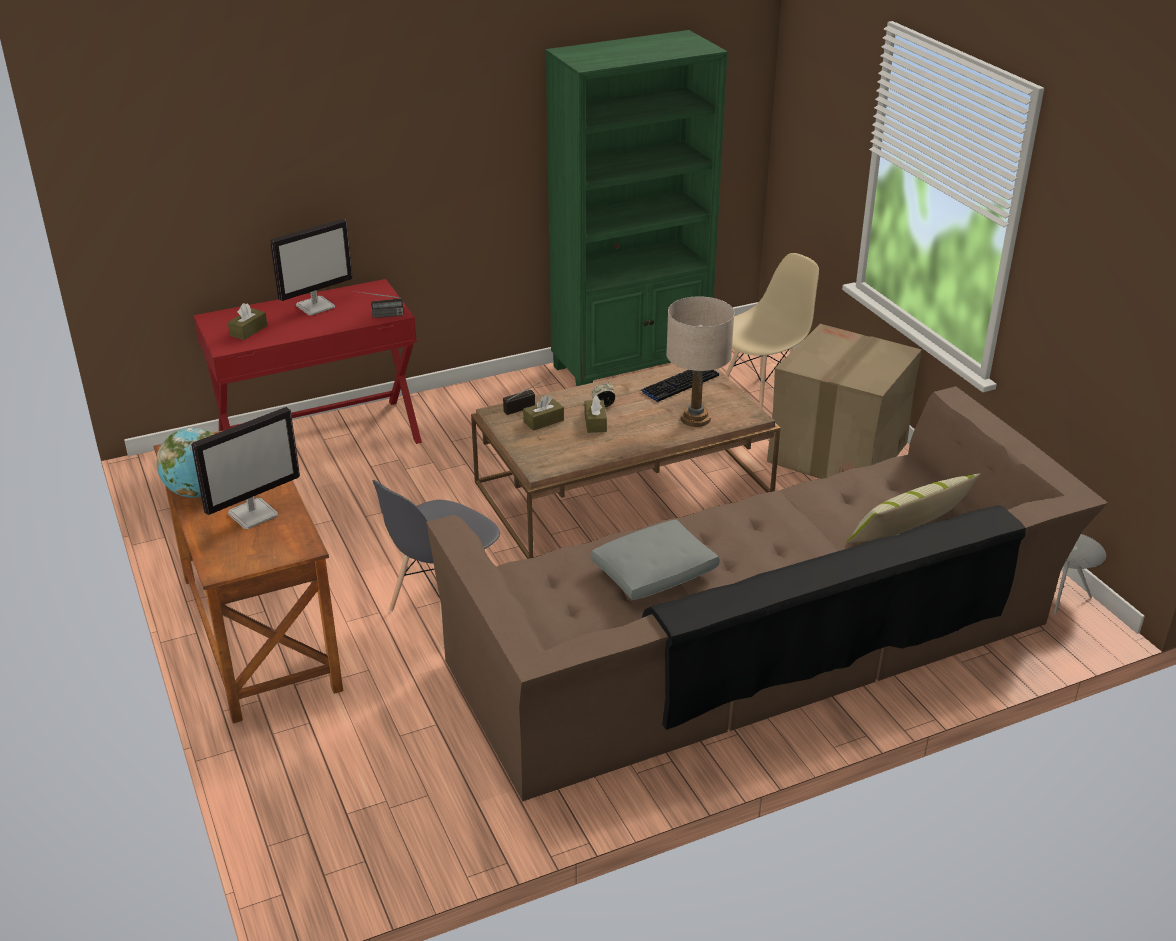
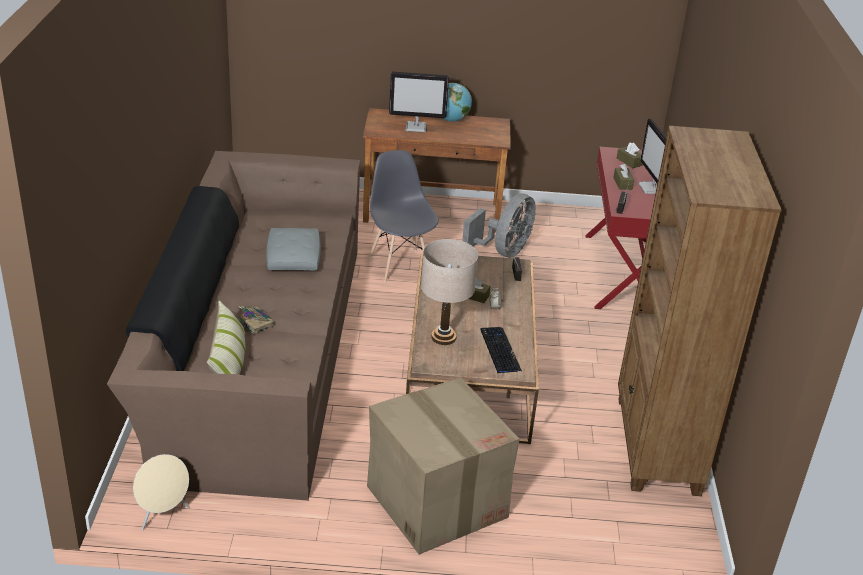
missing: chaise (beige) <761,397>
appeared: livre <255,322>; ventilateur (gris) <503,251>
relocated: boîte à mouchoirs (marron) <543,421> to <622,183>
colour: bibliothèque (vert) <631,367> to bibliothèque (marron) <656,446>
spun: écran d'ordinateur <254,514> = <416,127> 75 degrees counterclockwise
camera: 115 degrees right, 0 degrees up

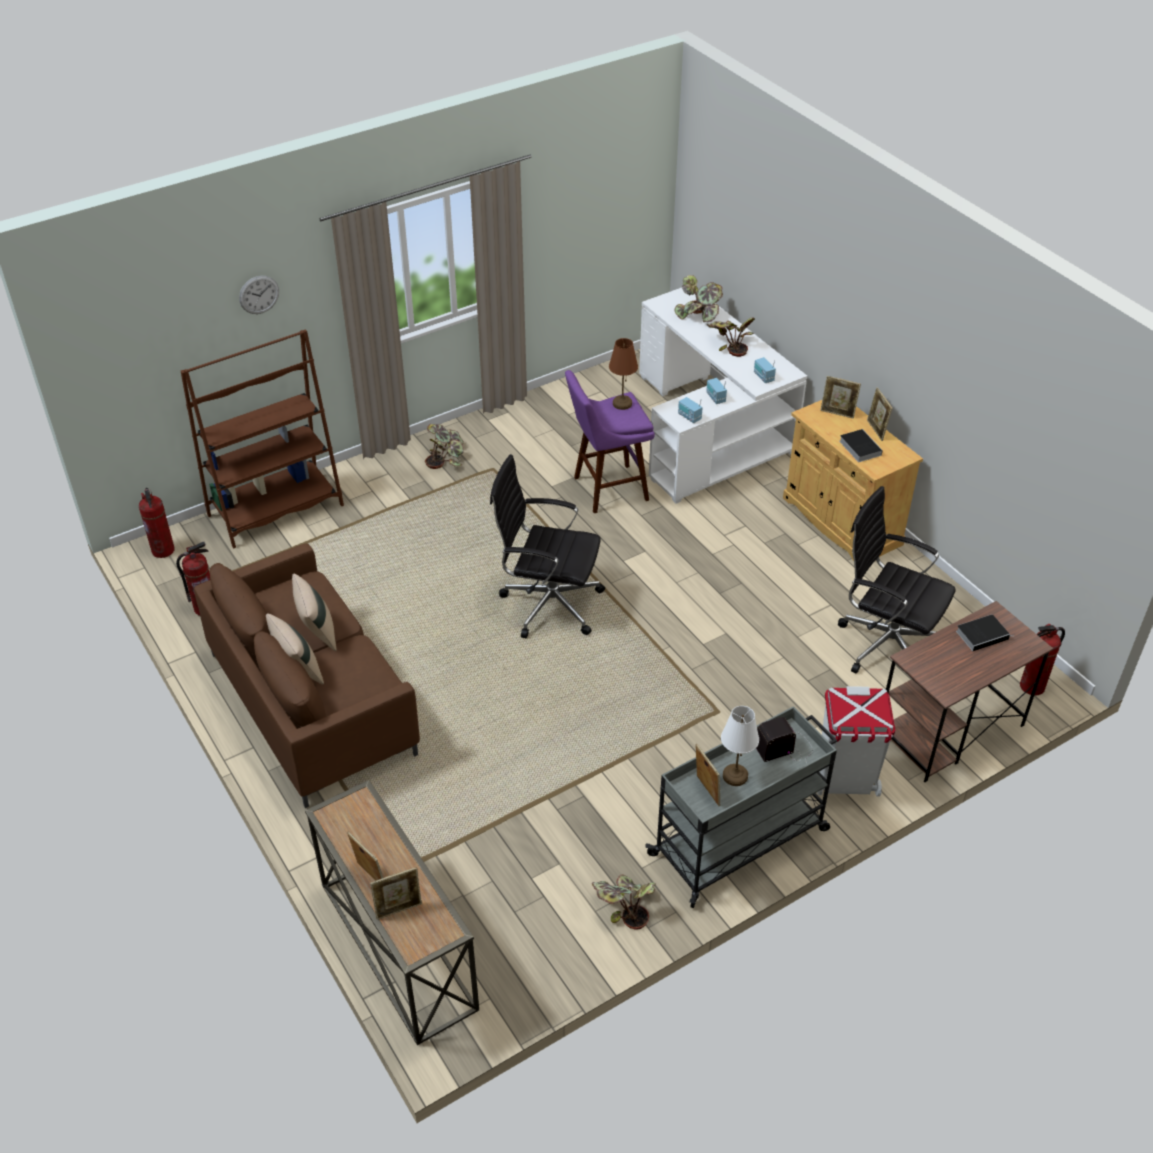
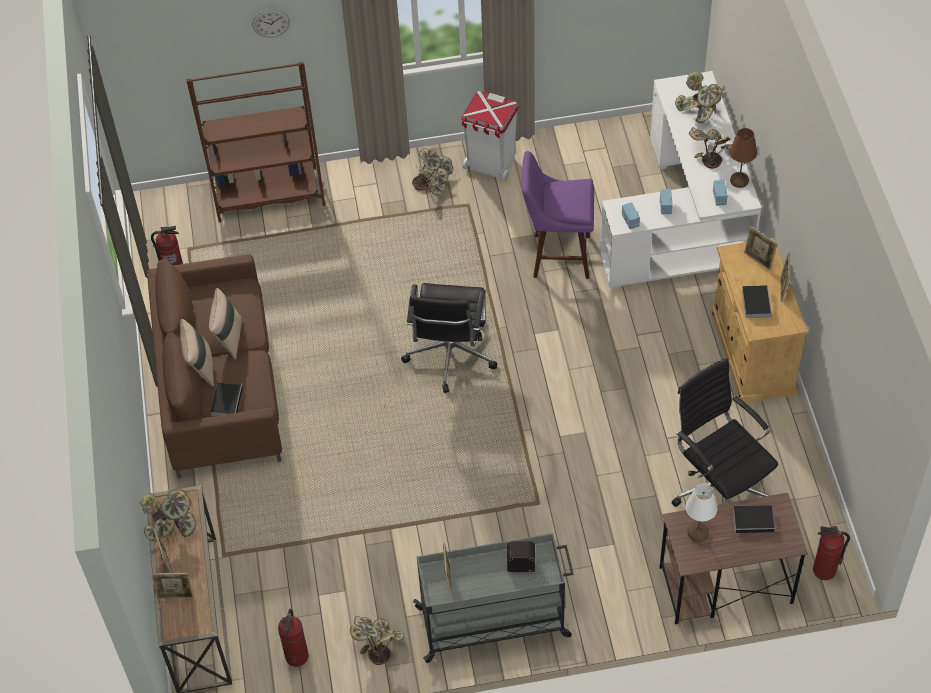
appeared: plante en pot <172,525>; livre <226,400>
relocated: extincteur <163,550> to <297,656>; lampe de table (marron) <622,404> to <739,181>; lampe de table (blanc) <734,776> to <697,532>; poubelle (blanc) <846,779> to <491,165>
spun: chaise de bureau (noir) <548,603> = <450,356> 120 degrees counterclockwise
camera: 25 degrees right, 10 degrees up

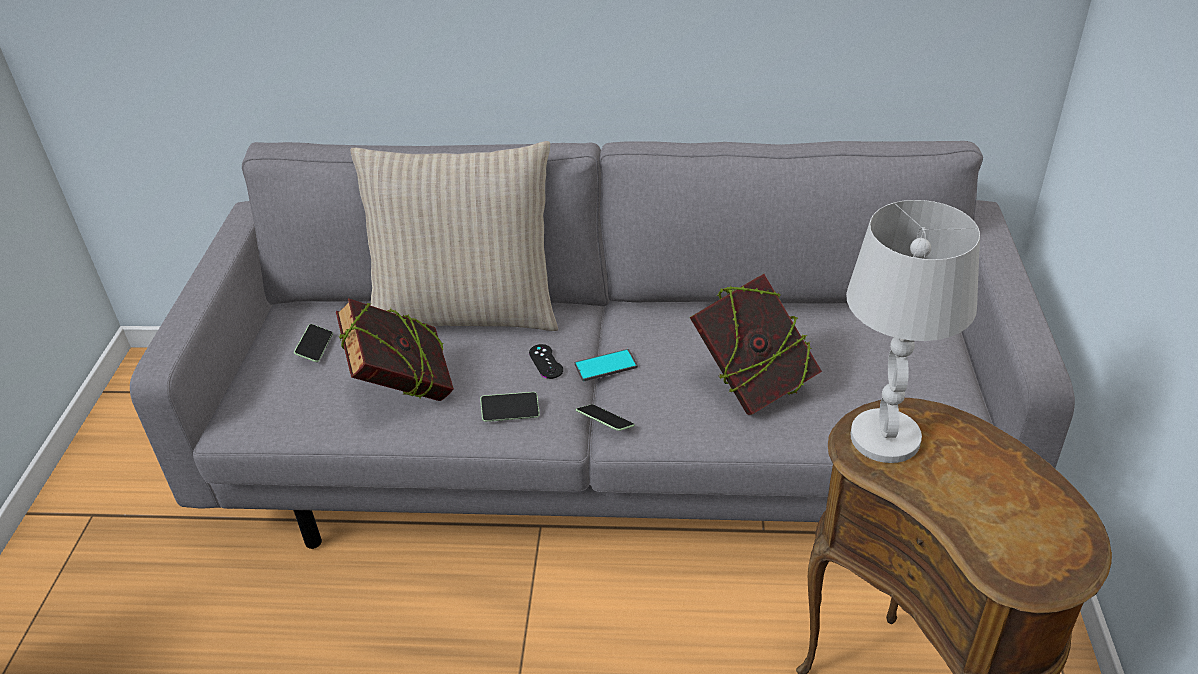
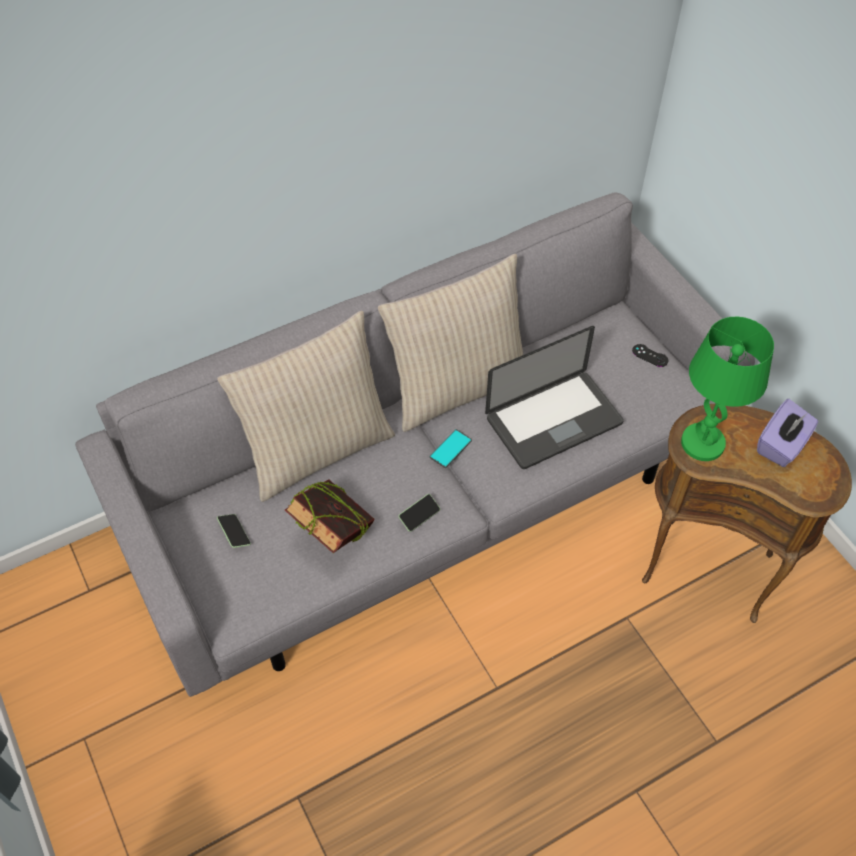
missing: téléphone <605,423>
appeared: coussin (beige) <457,387>; boîte à mouchoirs (violet) <781,445>
relocated: manette (noir) <546,361> to <650,355>
exchanged: livre <752,386> to ordinateur portable <553,421>
colour: lampe de table (blanc) <885,438> to lampe de table (vert) <703,443>
camera: 35 degrees left, 15 degrees up

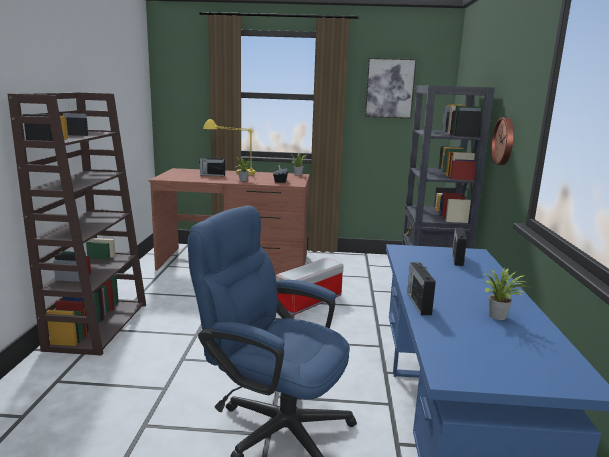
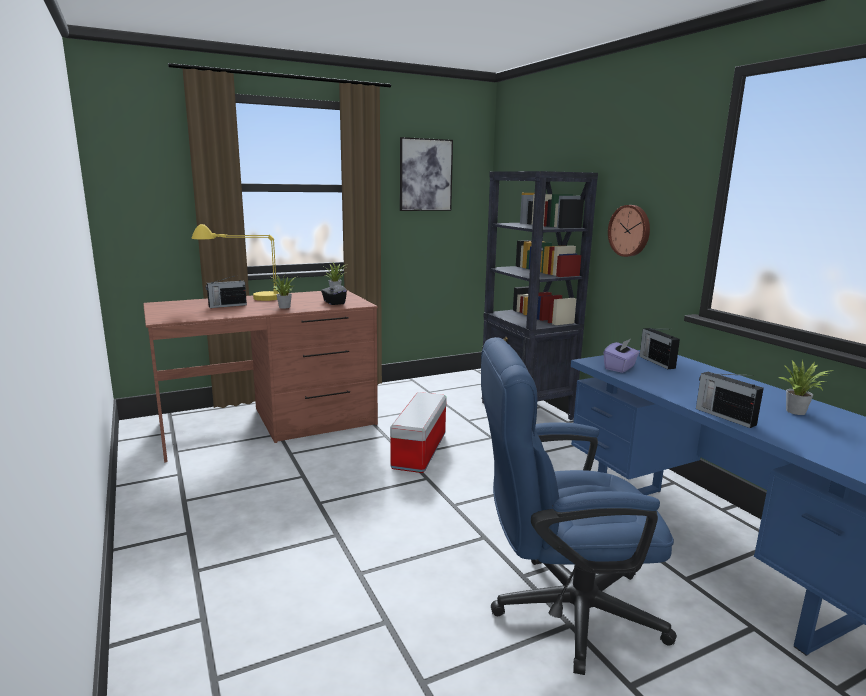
missing: bibliothèque (marron) <98,325>
appeared: boîte à mouchoirs (violet) <620,368>
camera: 30 degrees left, 0 degrees up

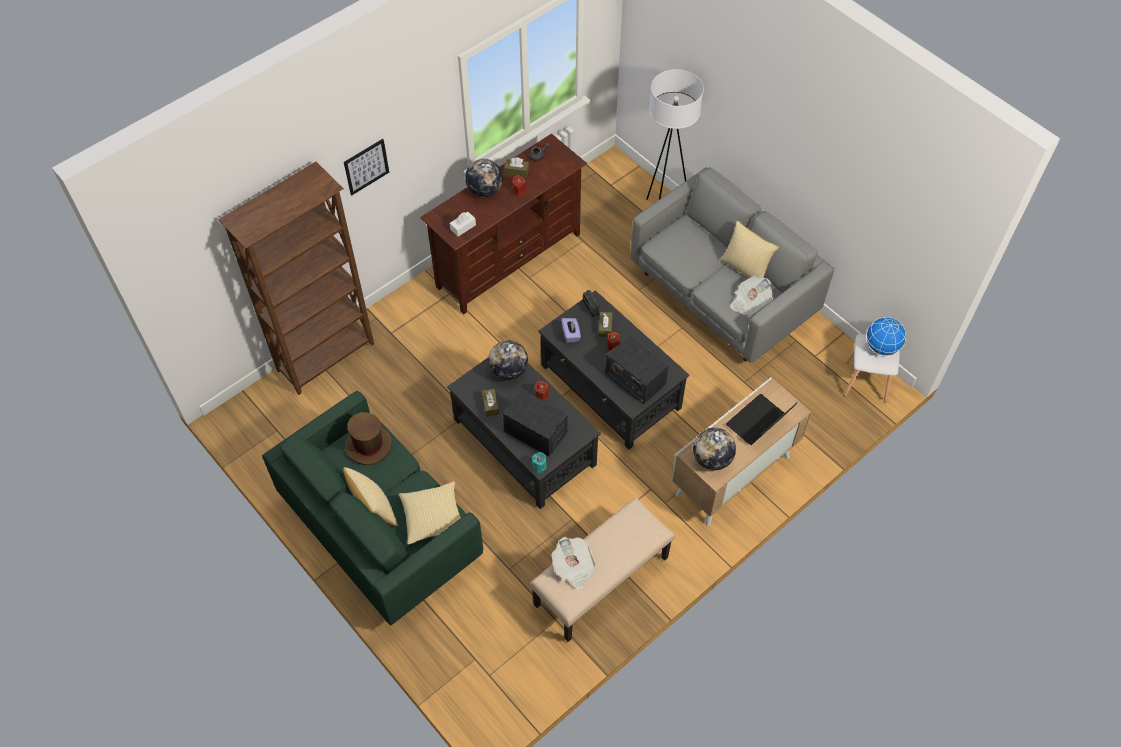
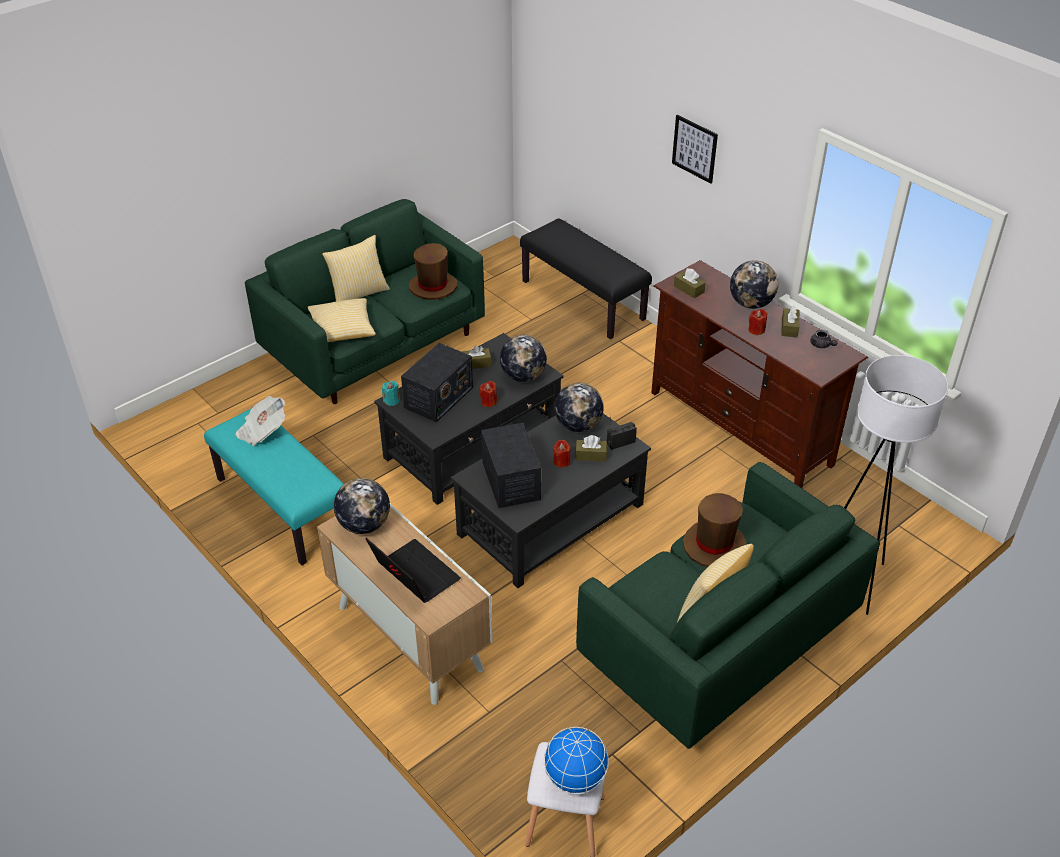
missing: journal <749,303>
appeared: chapeau (marron) <714,545>
exchanged: bibliothèque (marron) <327,357> to banc (noir) <584,300>; boîte à mouchoirs (violet) <571,334> to globe <578,425>
colour: boîte à mouchoirs (blanc) <463,227> to boîte à mouchoirs (marron) <688,289>; banc (beige) <601,582> to banc (turquoise) <282,507>; canapé (gris) <722,295> to canapé (vert) <716,643>
spun: radio <635,378> = <511,481> 120 degrees clockwise
camera: 90 degrees right, 15 degrees down

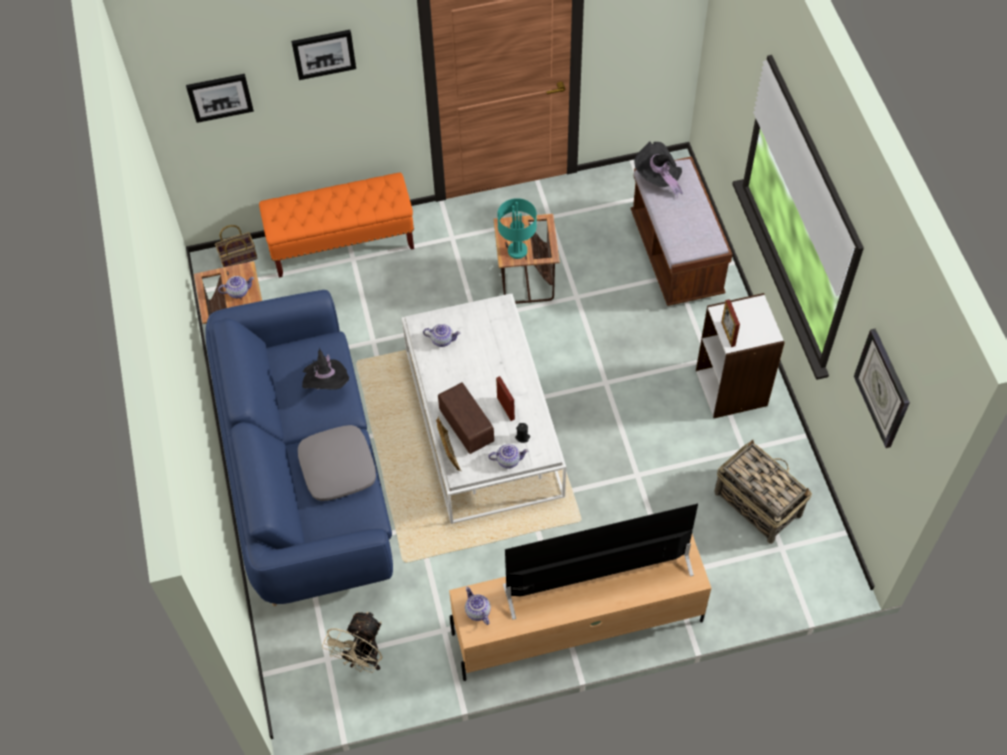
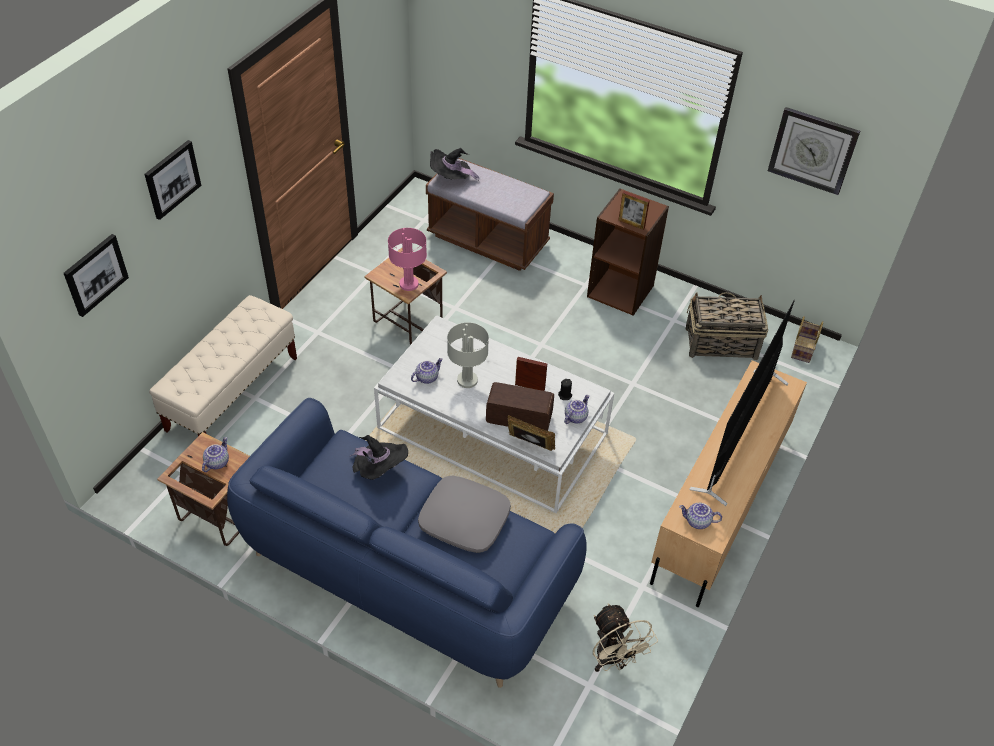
appeared: lampe de table (gris) <468,380>
relocated: panier <239,256> to <802,348>
colour: banc (orange) <342,244> to banc (beige) <233,393>; lampe de table (turquoise) <518,251> to lampe de table (rose) <409,284>; bibliothèque (blanc) <732,388> to bibliothèque (marron) <621,290>
camera: 50 degrees left, 10 degrees down

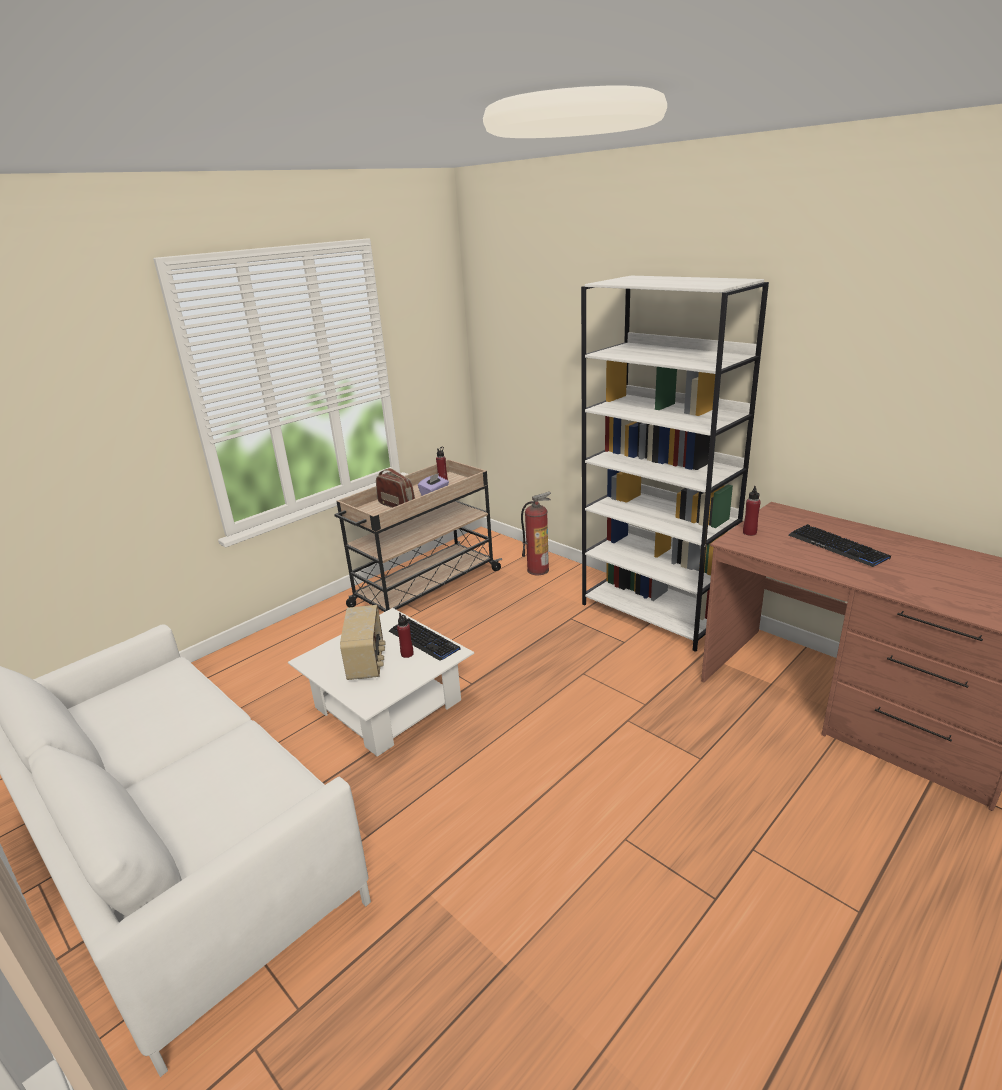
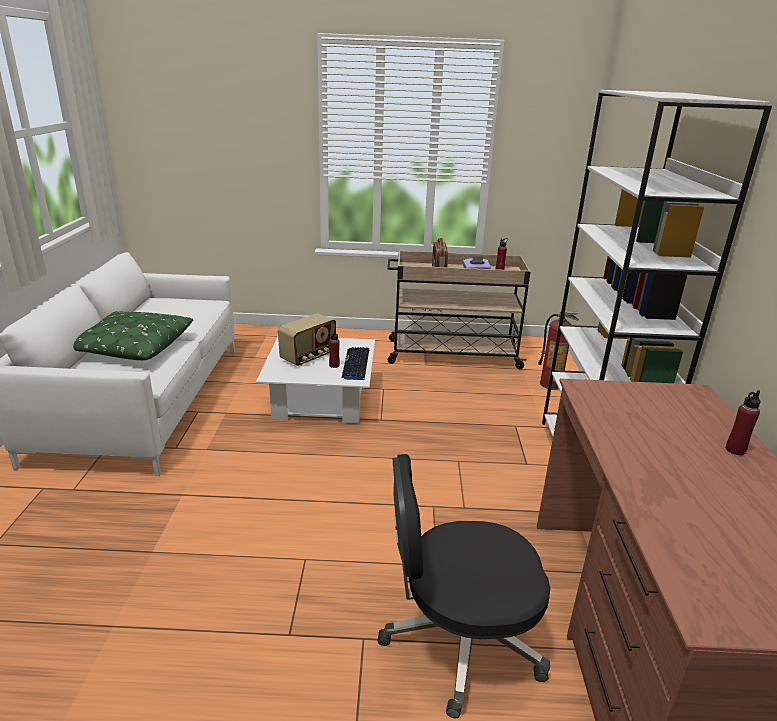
missing: clavier <837,547>
appeared: coussin (vert) <131,347>; chaise de bureau (noir) <458,639>
relocated: bouteille (rouge) <749,532> to <735,450>
camera: 45 degrees right, 0 degrees up

